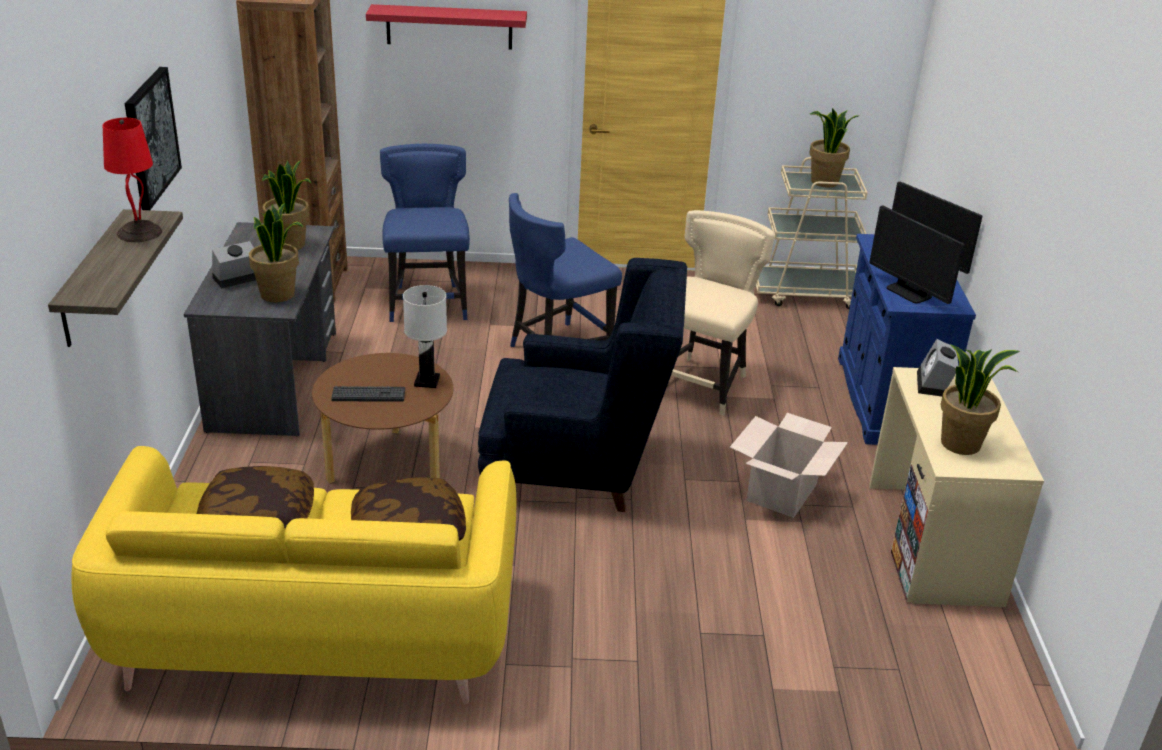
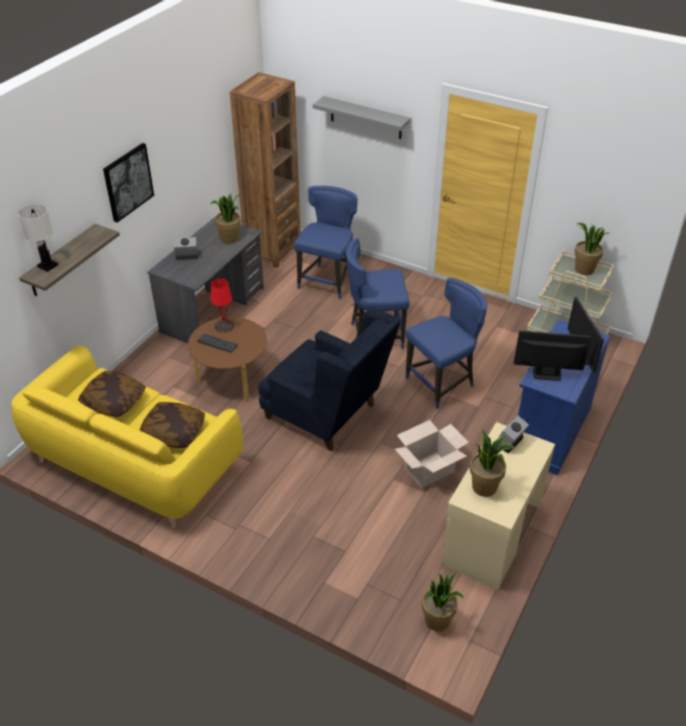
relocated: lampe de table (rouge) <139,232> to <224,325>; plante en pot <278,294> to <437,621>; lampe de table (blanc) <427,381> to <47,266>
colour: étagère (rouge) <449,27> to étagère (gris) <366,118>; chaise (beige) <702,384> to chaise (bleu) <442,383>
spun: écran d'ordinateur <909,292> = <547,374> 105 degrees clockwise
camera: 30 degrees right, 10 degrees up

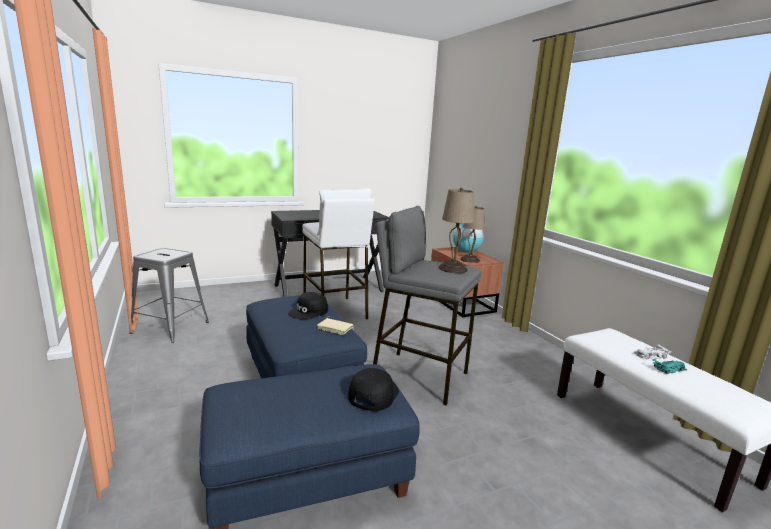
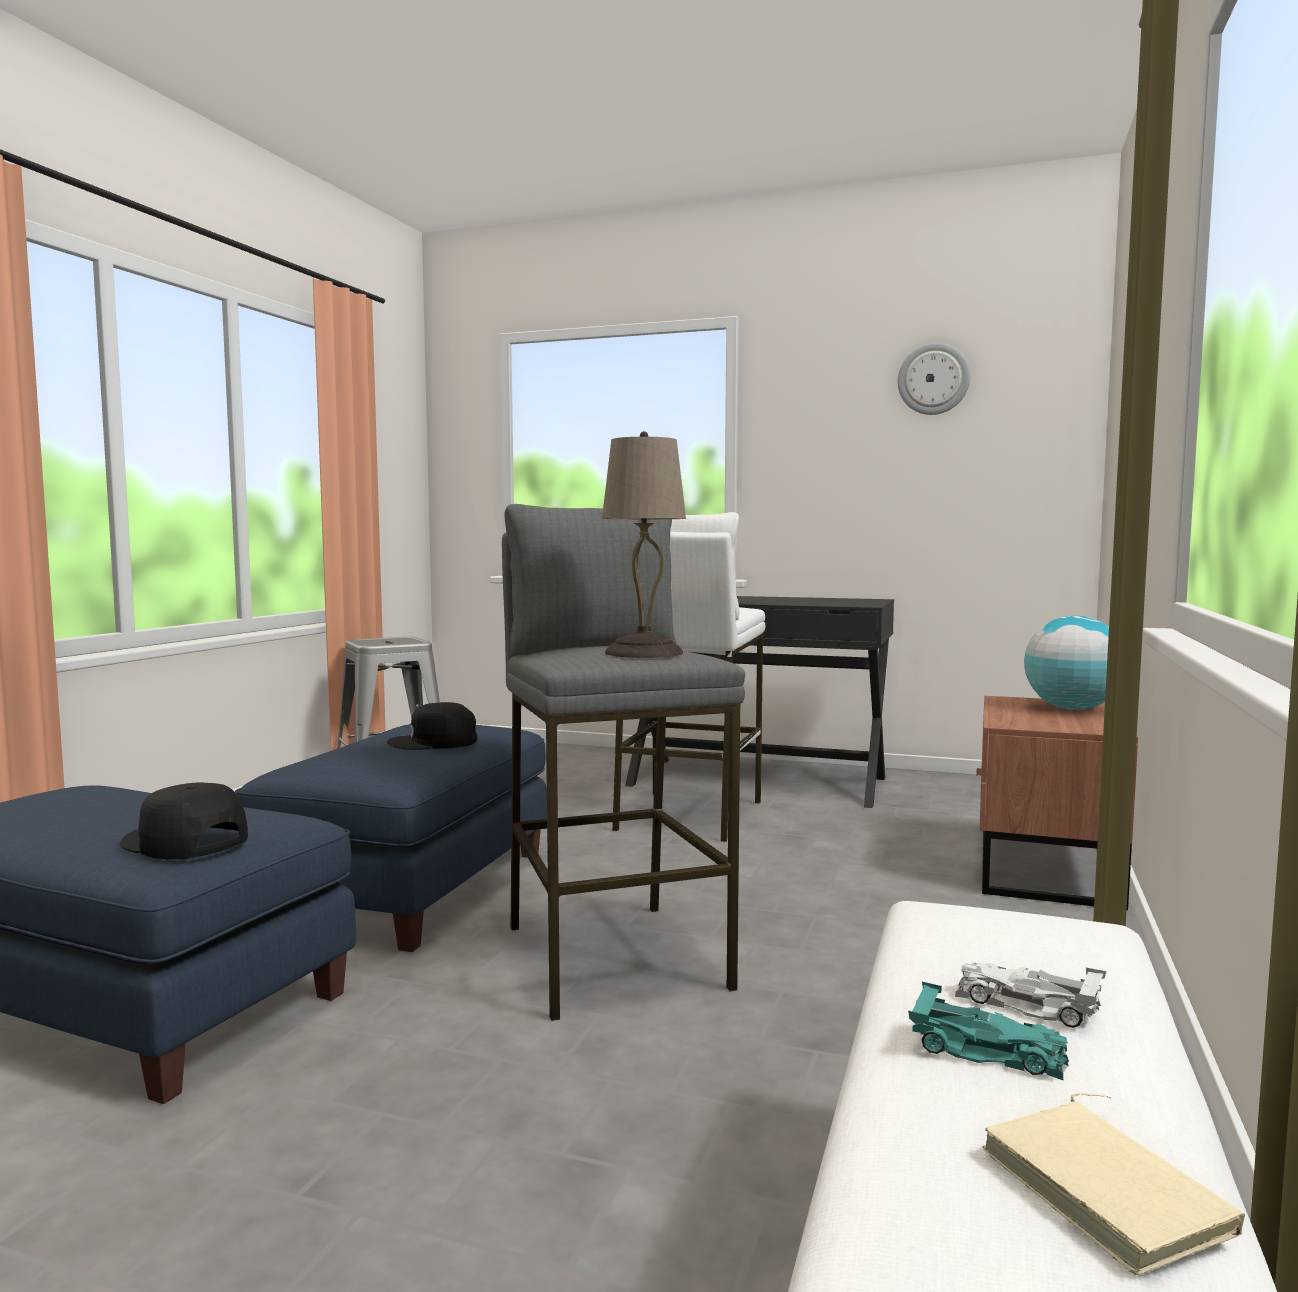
missing: lampe de table (beige) <469,260>
appeared: horloge murale <933,379>
relocated: livre (beige) <335,327> to <1110,1191>
spun: casquette (noir) <372,394> = <183,841> 120 degrees counterclockwise
camera: 45 degrees right, 10 degrees down

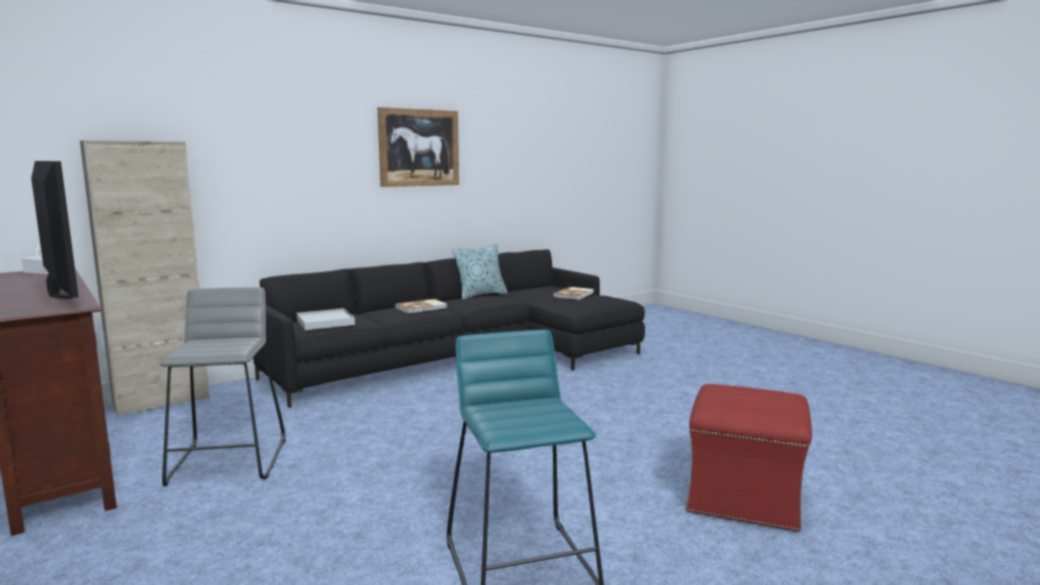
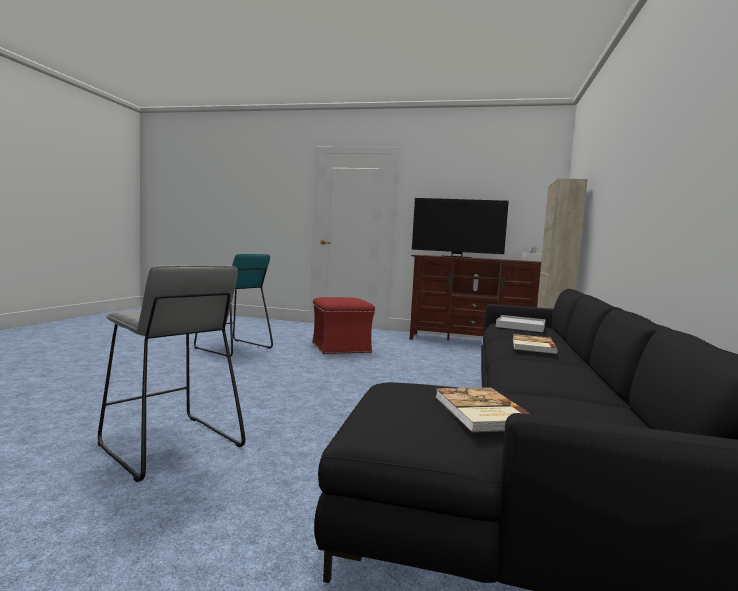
missing: tableau <419,148>; coussin <481,295>
relocated: tabouret (gris) <229,461> to <169,446>; pouf (rouge) <744,499> to <340,348>
camera: 140 degrees right, 5 degrees down

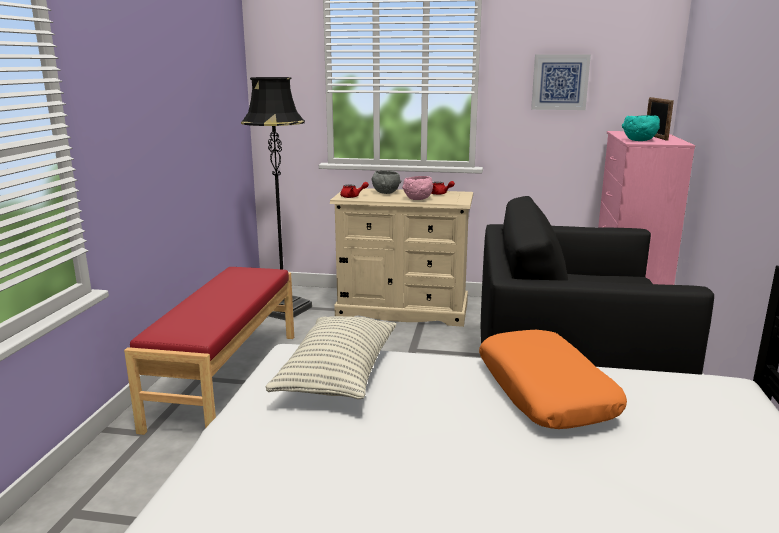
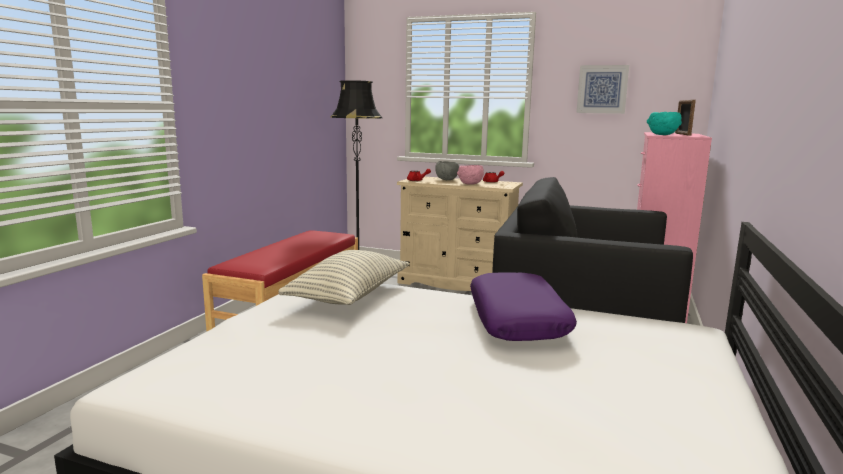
colour: coussin (orange) <546,392> to coussin (violet) <518,320>
camera: 10 degrees right, 5 degrees down

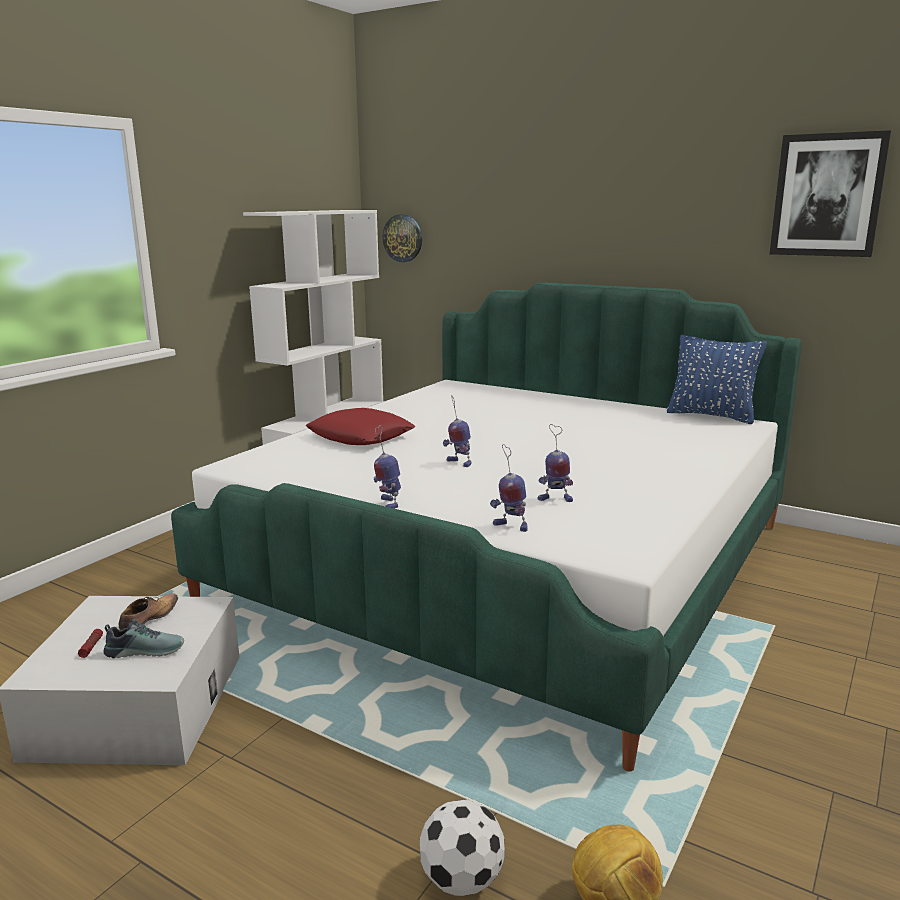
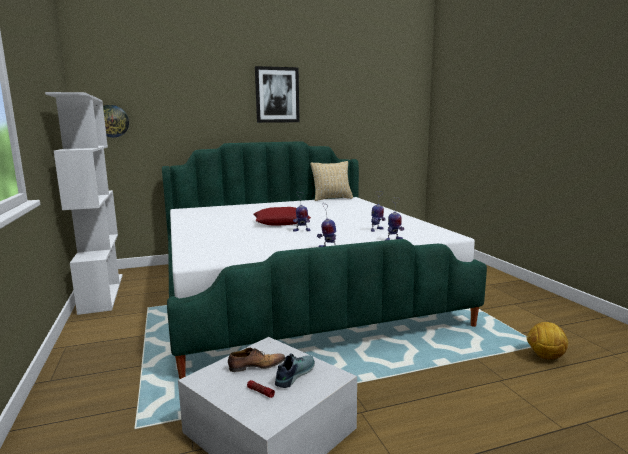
missing: ballon de foot <463,879>
relocated: coussin (rouge) <360,436> to <281,222>; tableau <827,195> to <277,95>
colour: coussin (bleu) <711,416> to coussin (beige) <332,199>
spun: chaussure <148,620> = <255,366> 105 degrees clockwise
camera: 50 degrees left, 5 degrees down

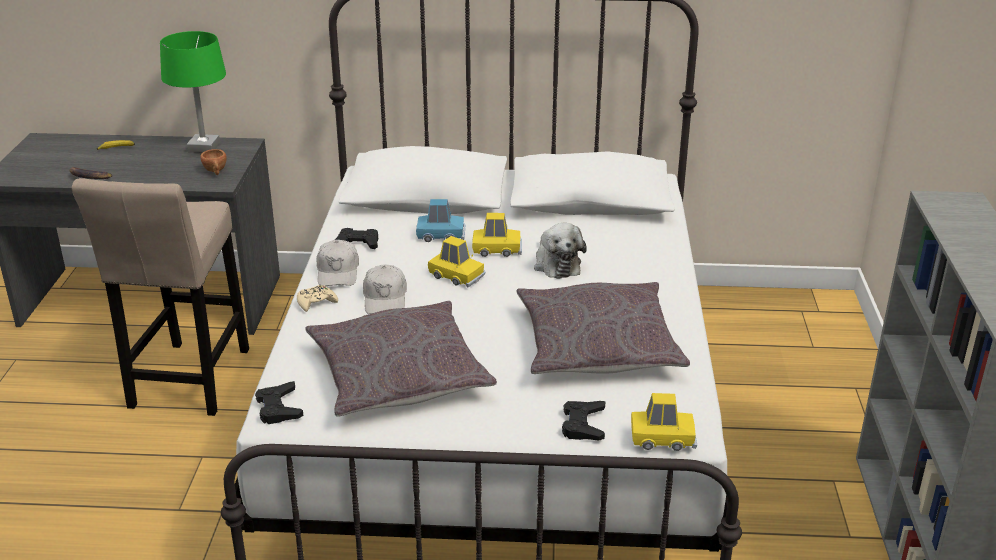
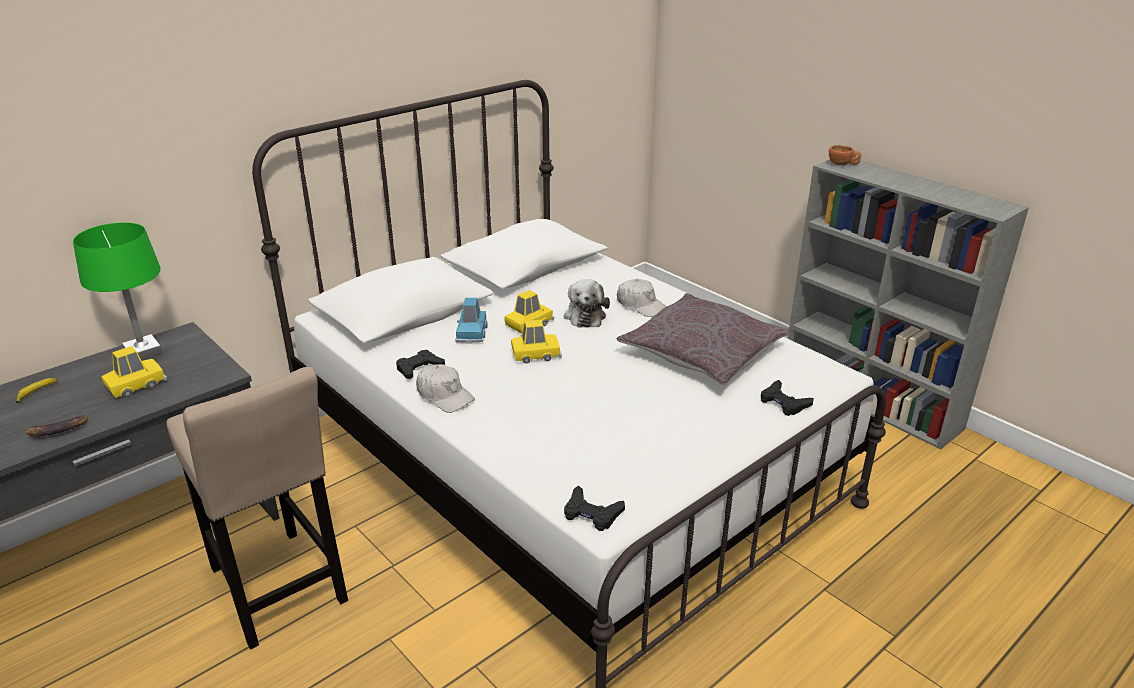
missing: manette (beige) <316,302>; coussin (gris) <398,374>
relocated: tasse (marron) <215,171> to <843,164>; casquette (blanc) <385,298> to <641,305>; petite voiture (jaune) <662,438> to <136,385>
spun: petite voiture (bleu) <441,235> = <472,333> 135 degrees clockwise; peluche <556,264> = <585,315> 60 degrees clockwise
camera: 45 degrees left, 0 degrees up

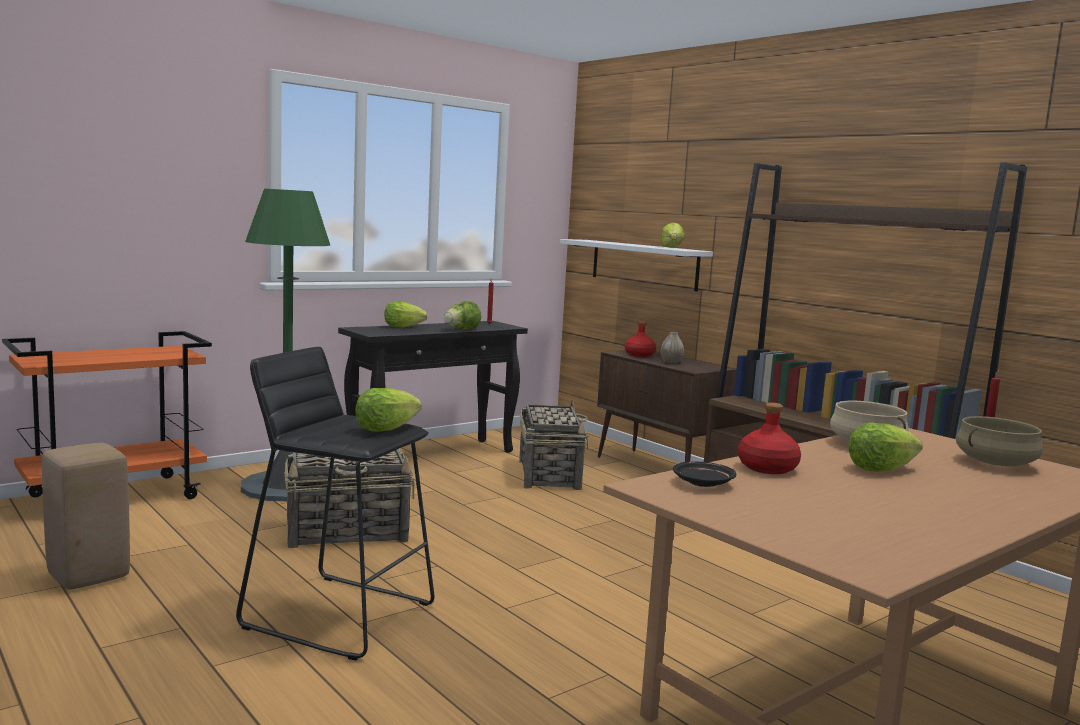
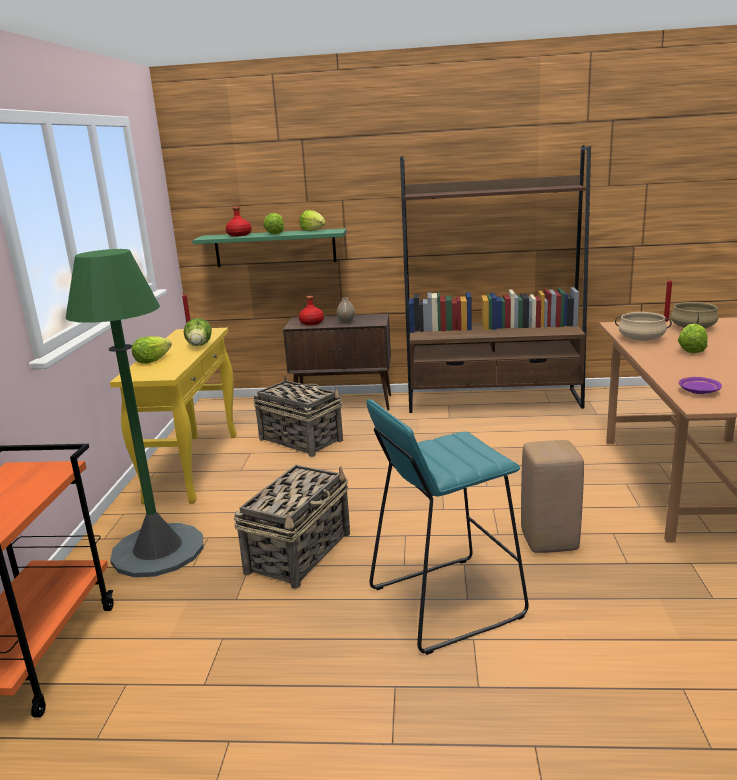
relocated: tabouret (beige) <87,577> to <550,541>; laitue <385,429> to <275,233>; bouteille (rouge) <767,468> to <239,235>
colour: tabouret (noir) <338,614> to tabouret (turquoise) <444,602>; table console (noir) <433,456> to table console (jaune) <193,466>; étagère (blanc) <644,264> to étagère (vert) <275,248>; assiette (noir) <703,483> to assiette (violet) <698,391>
camera: 45 degrees left, 10 degrees up

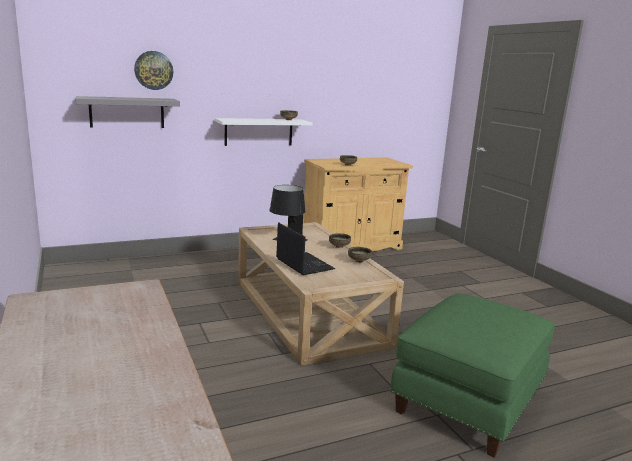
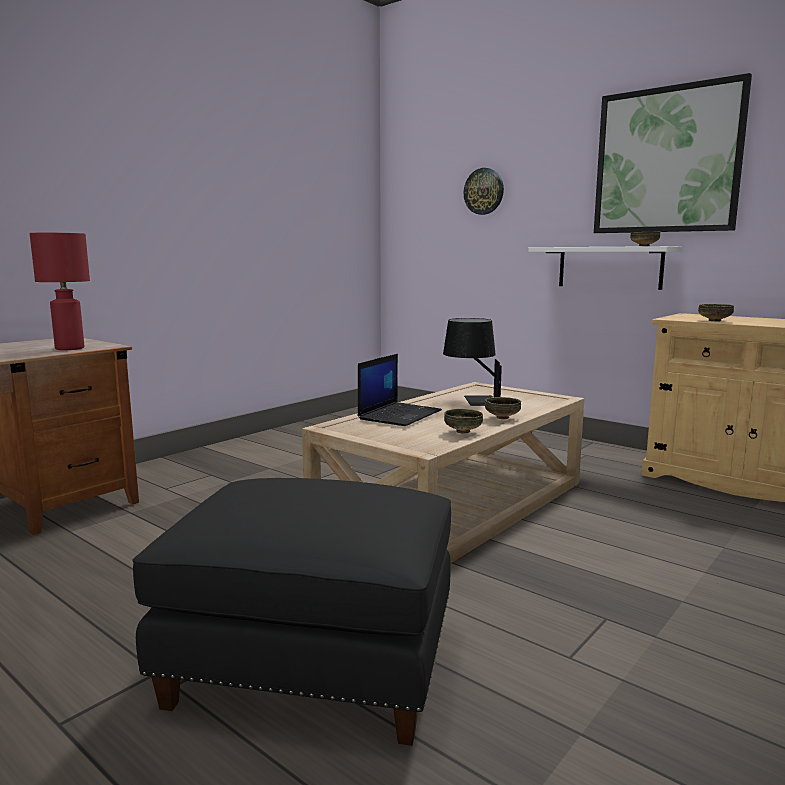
missing: étagère (gris) <127,112>
appeared: lampe de table (rouge) <69,348>; tableau <667,160>
colour: pouf (vert) <469,403> to pouf (noir) <310,666>
camera: 65 degrees right, 5 degrees down

